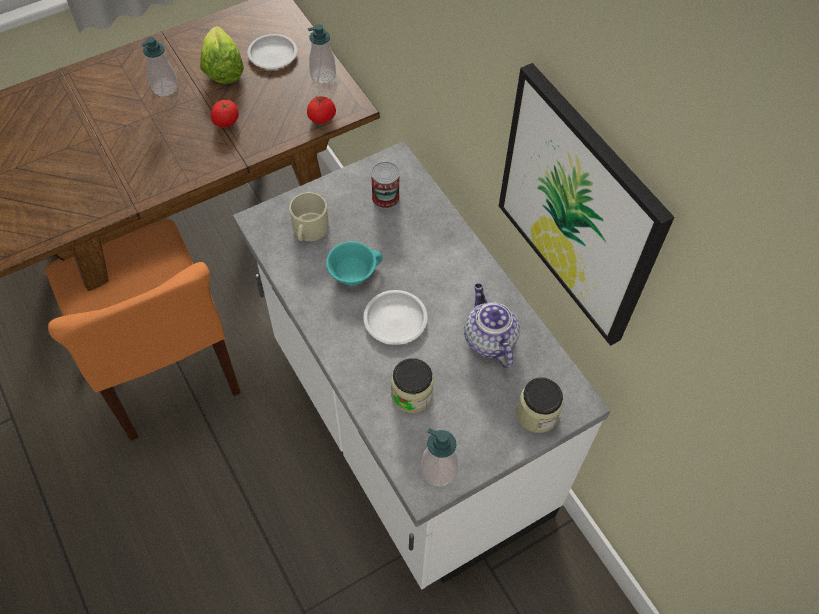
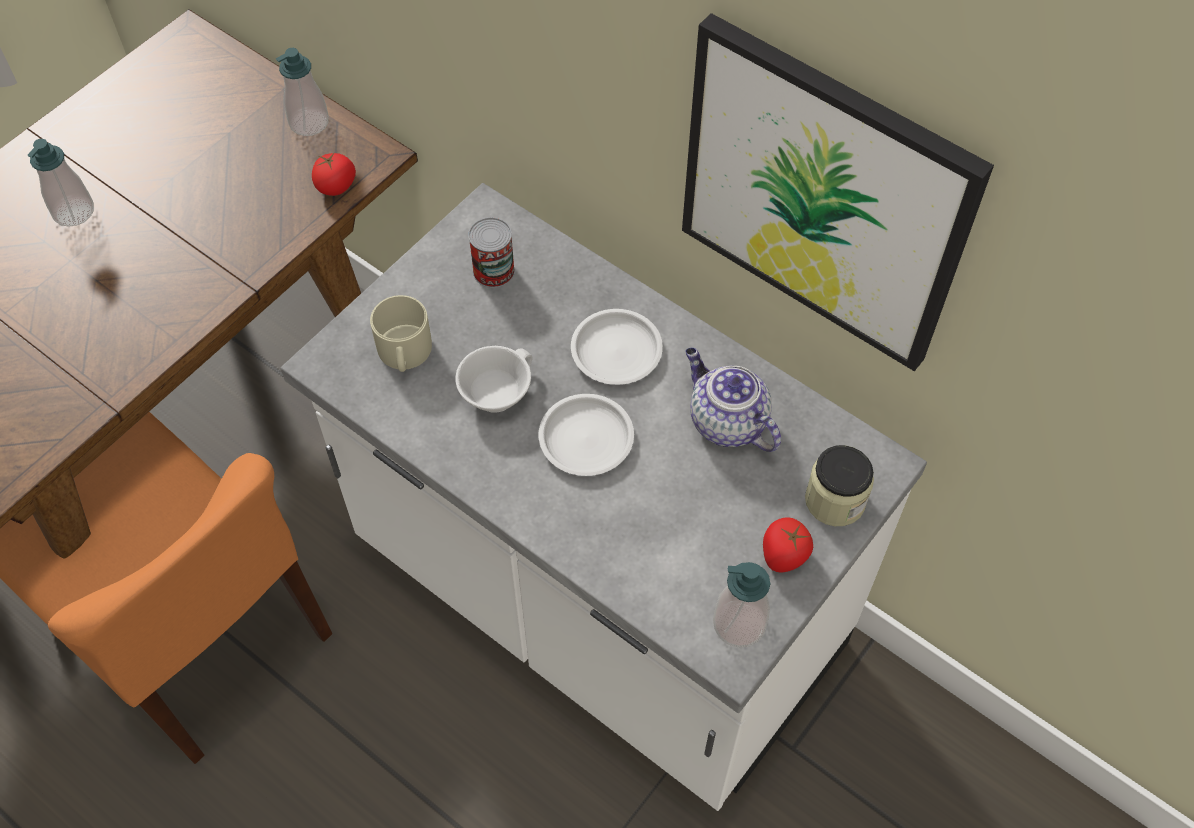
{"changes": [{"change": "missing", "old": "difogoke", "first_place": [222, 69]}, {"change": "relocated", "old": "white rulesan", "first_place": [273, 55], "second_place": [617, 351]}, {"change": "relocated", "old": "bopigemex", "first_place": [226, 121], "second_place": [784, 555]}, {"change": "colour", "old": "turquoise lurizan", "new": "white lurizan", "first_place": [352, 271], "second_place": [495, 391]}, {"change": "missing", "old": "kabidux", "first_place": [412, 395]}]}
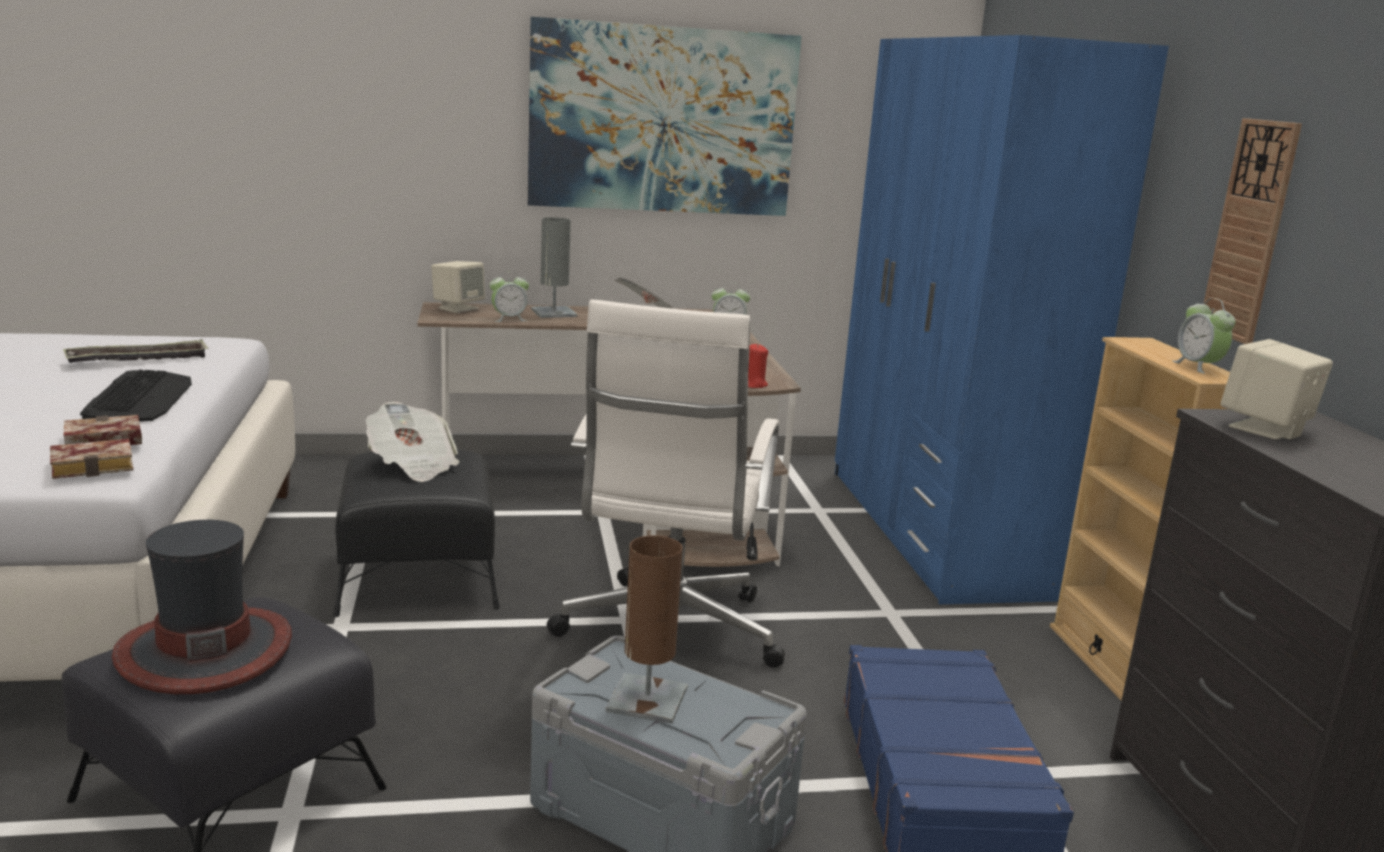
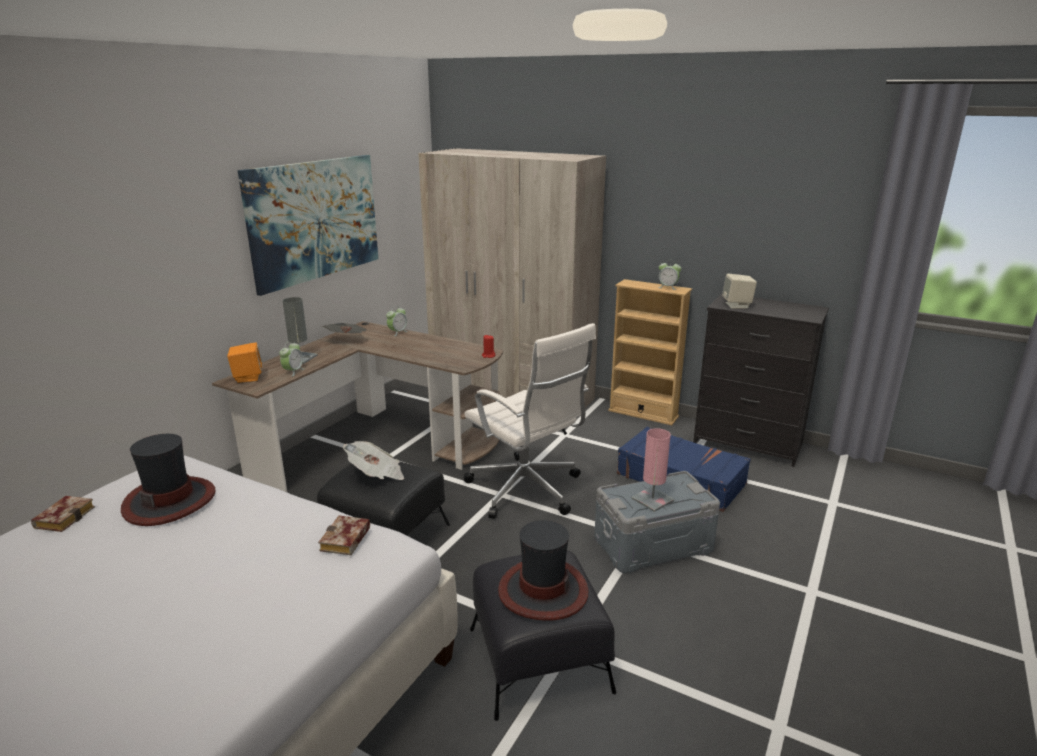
{"changes": [{"change": "colour", "old": "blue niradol", "new": "beige niradol", "first_place": [934, 530], "second_place": [511, 394]}, {"change": "missing", "old": "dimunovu", "first_place": [1250, 231]}, {"change": "colour", "old": "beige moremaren", "new": "orange moremaren", "first_place": [458, 308], "second_place": [248, 377]}, {"change": "exchanged", "old": "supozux", "new": "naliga", "first_place": [138, 359], "second_place": [170, 501]}, {"change": "missing", "old": "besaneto", "first_place": [140, 398]}, {"change": "relocated", "old": "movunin", "first_place": [96, 465], "second_place": [65, 516]}, {"change": "colour", "old": "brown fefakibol", "new": "pink fefakibol", "first_place": [647, 699], "second_place": [652, 500]}]}
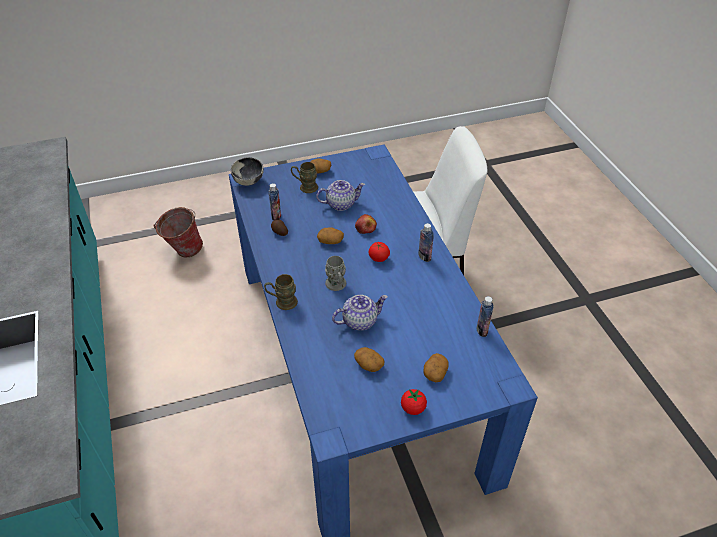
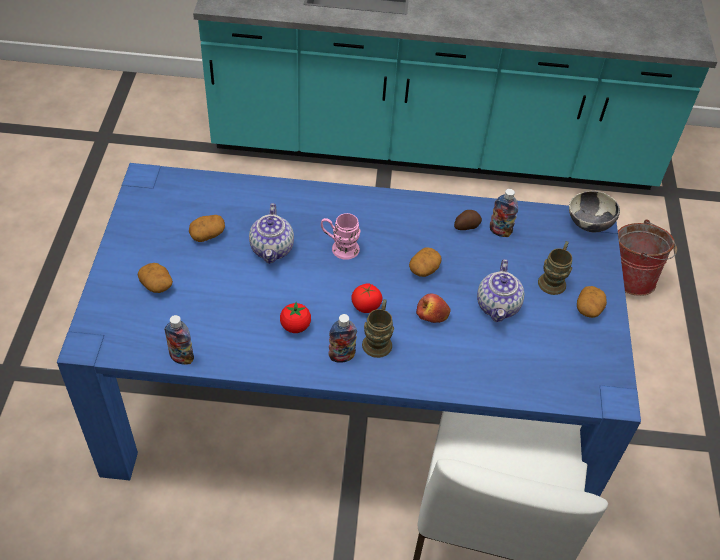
{"changes": [{"change": "colour", "old": "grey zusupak", "new": "pink zusupak", "first_place": [336, 286], "second_place": [340, 248]}, {"change": "relocated", "old": "brown zusupak", "first_place": [282, 302], "second_place": [378, 340]}, {"change": "relocated", "old": "bopigemex", "first_place": [413, 408], "second_place": [295, 326]}]}
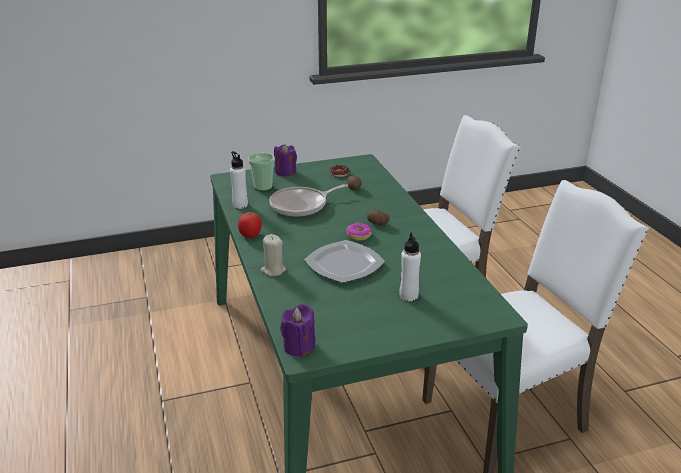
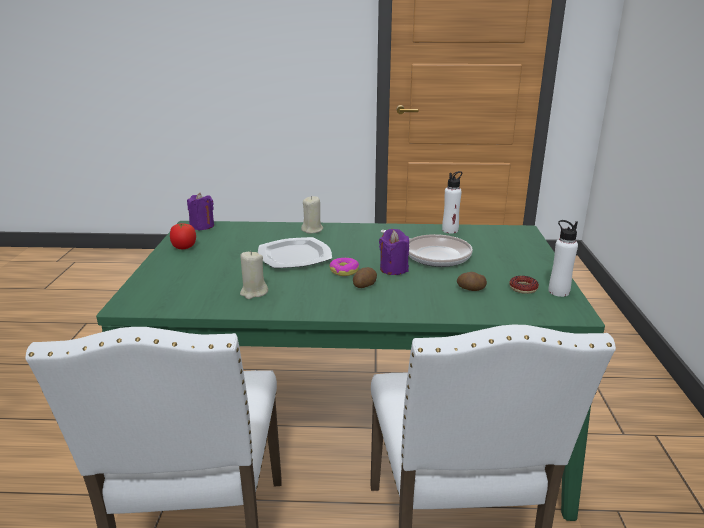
{"changes": [{"change": "relocated", "old": "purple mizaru", "first_place": [285, 172], "second_place": [393, 269]}, {"change": "missing", "old": "lurizan", "first_place": [263, 187]}, {"change": "spun", "old": "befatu", "first_place": [301, 206], "second_place": [433, 255], "degrees": 135}, {"change": "relocated", "old": "bopigemex", "first_place": [250, 235], "second_place": [184, 247]}, {"change": "relocated", "old": "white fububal", "first_place": [408, 296], "second_place": [558, 292]}, {"change": "appeared", "new": "beige mizaru", "second_place": [253, 292]}]}
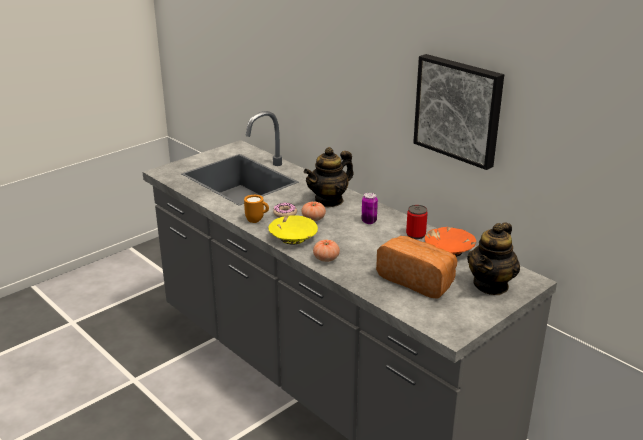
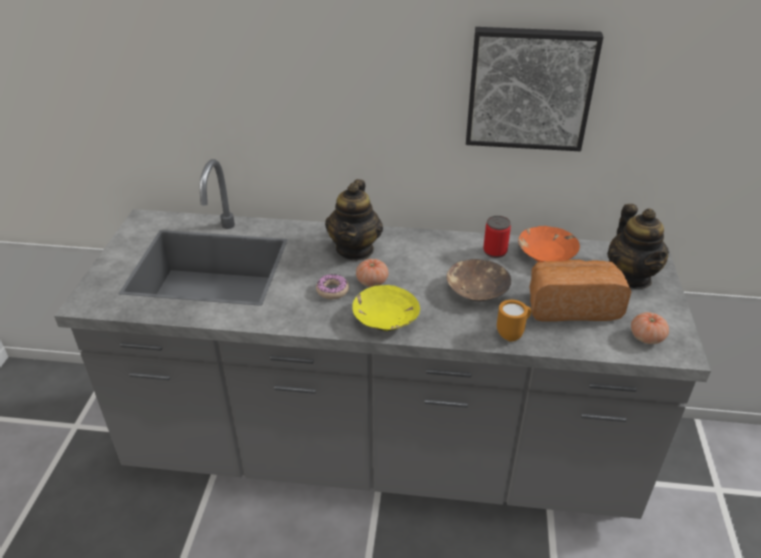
{"changes": [{"change": "missing", "old": "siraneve", "first_place": [369, 221]}, {"change": "relocated", "old": "orange zusupak", "first_place": [257, 220], "second_place": [512, 334]}, {"change": "relocated", "old": "bopigemex", "first_place": [326, 258], "second_place": [646, 337]}, {"change": "appeared", "new": "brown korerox", "second_place": [477, 290]}]}
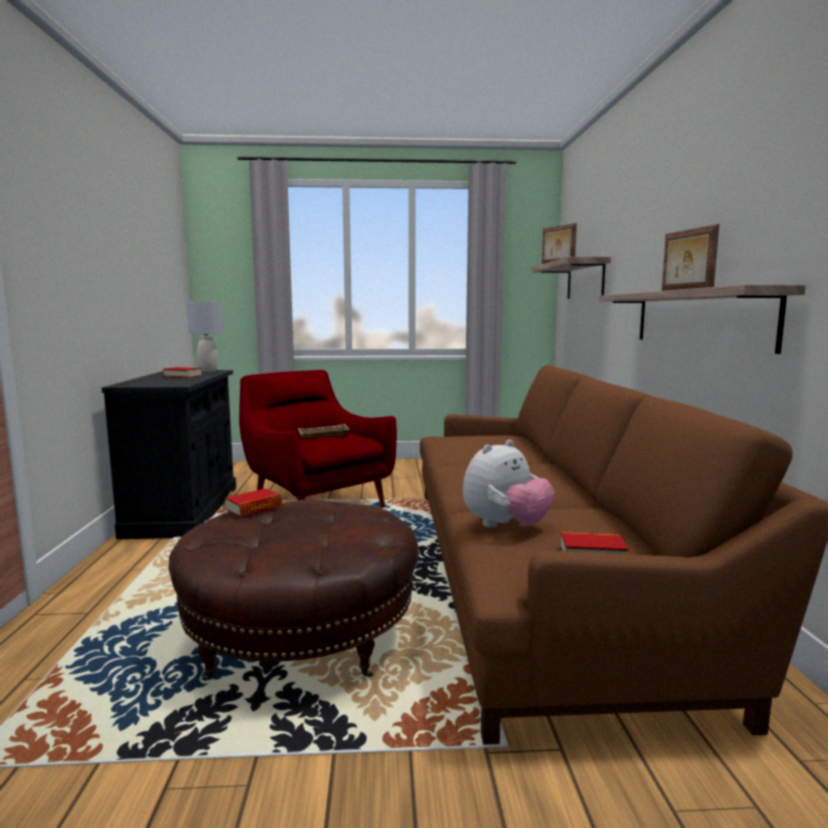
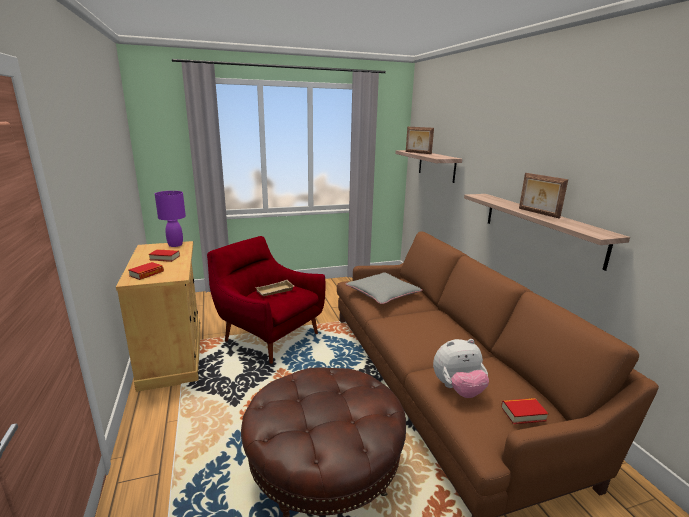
{"changes": [{"change": "colour", "old": "grey fefakibol", "new": "purple fefakibol", "first_place": [208, 371], "second_place": [175, 245]}, {"change": "colour", "old": "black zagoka", "new": "beige zagoka", "first_place": [184, 510], "second_place": [173, 353]}, {"change": "spun", "old": "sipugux", "first_place": [505, 526], "second_place": [458, 389], "degrees": 45}, {"change": "relocated", "old": "movunin", "first_place": [254, 508], "second_place": [146, 274]}, {"change": "appeared", "new": "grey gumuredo", "second_place": [383, 293]}]}
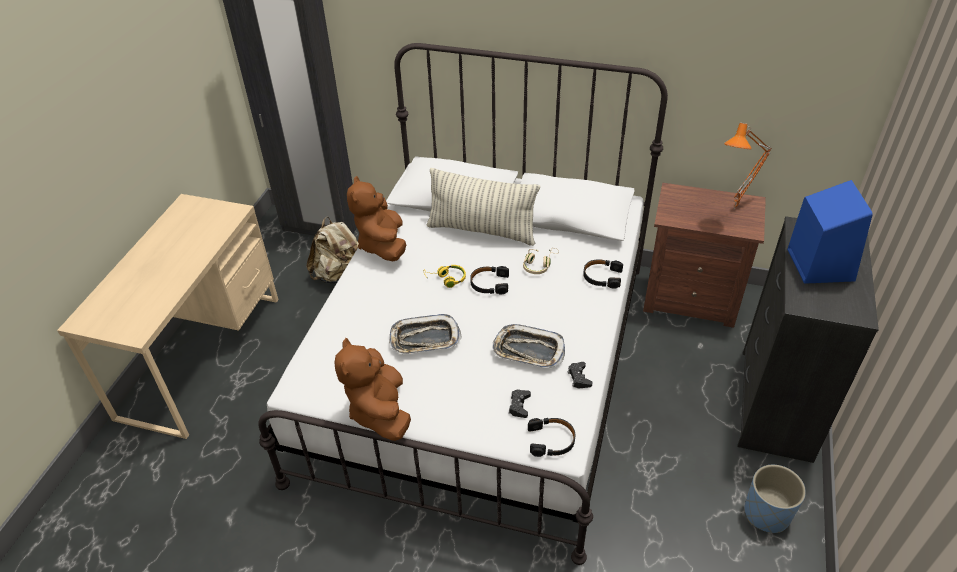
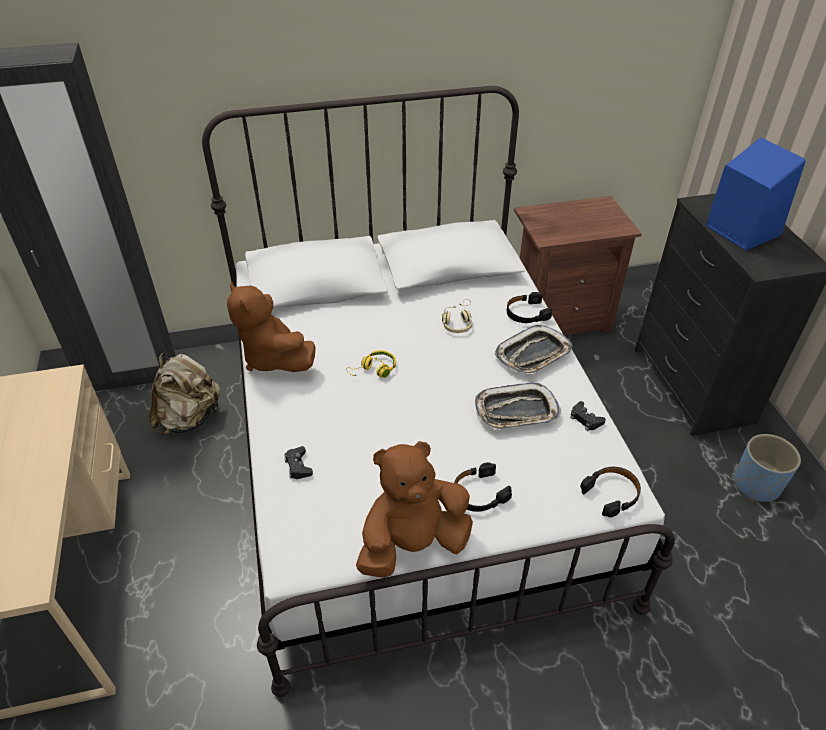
{"changes": [{"change": "missing", "old": "orange fefakibol", "first_place": [736, 209]}, {"change": "missing", "old": "gumuredo", "first_place": [482, 230]}, {"change": "relocated", "old": "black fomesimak", "first_place": [489, 284], "second_place": [479, 493]}, {"change": "relocated", "old": "supozux", "first_place": [424, 339], "second_place": [533, 355]}, {"change": "spun", "old": "brown sipugux", "first_place": [379, 411], "second_place": [413, 544], "degrees": 105}, {"change": "relocated", "old": "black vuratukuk", "first_place": [519, 406], "second_place": [298, 466]}]}
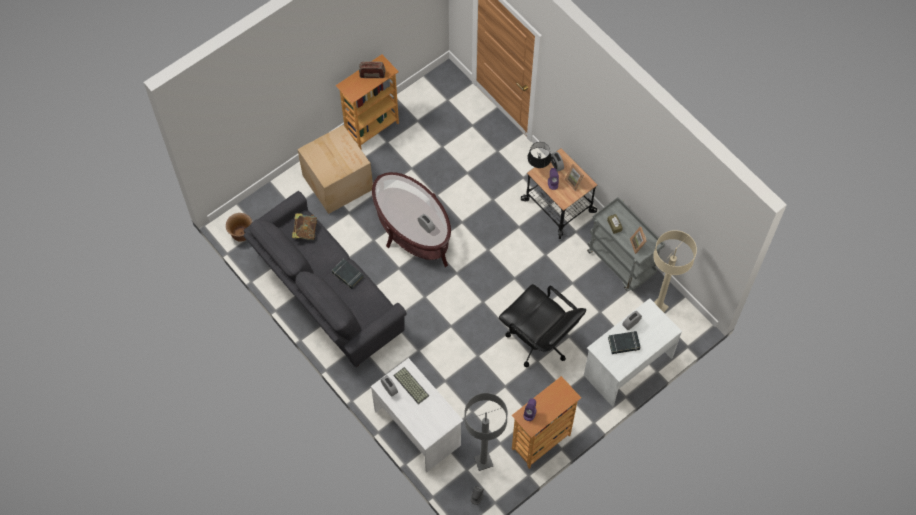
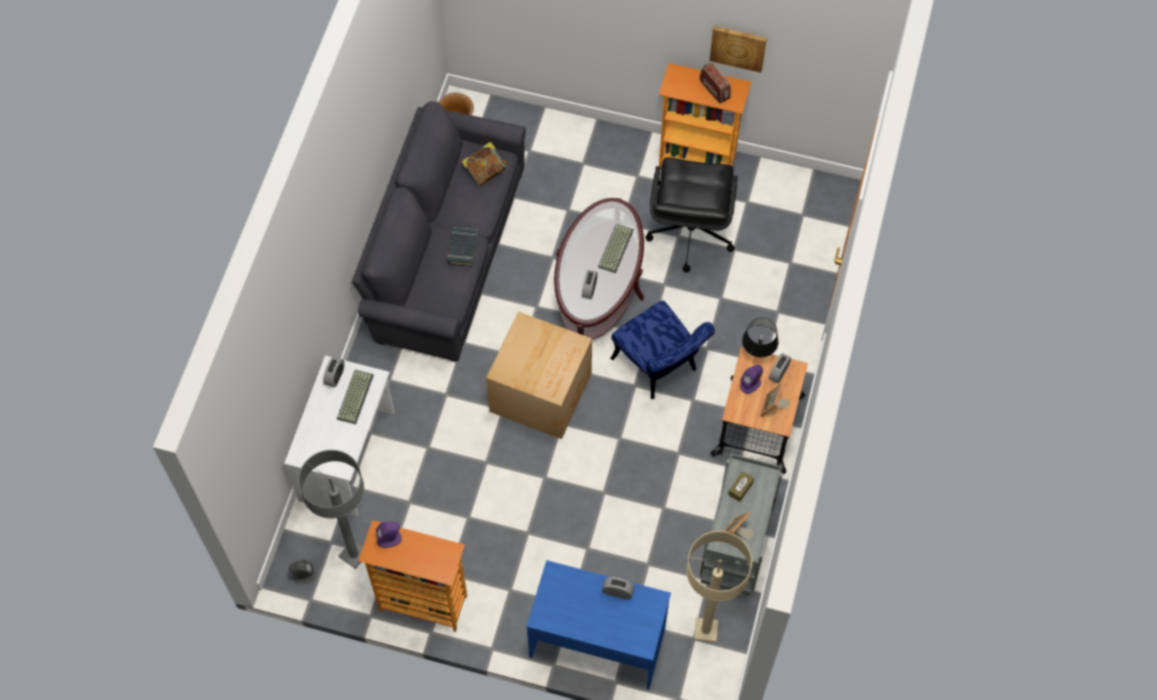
{"changes": [{"change": "relocated", "old": "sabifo", "first_place": [338, 181], "second_place": [542, 392]}, {"change": "relocated", "old": "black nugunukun", "first_place": [539, 340], "second_place": [689, 234]}, {"change": "colour", "old": "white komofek", "new": "blue komofek", "first_place": [627, 366], "second_place": [597, 641]}, {"change": "missing", "old": "black movunin", "first_place": [624, 344]}, {"change": "appeared", "new": "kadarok", "second_place": [738, 47]}, {"change": "appeared", "new": "besaneto", "second_place": [615, 247]}, {"change": "appeared", "new": "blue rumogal", "second_place": [659, 368]}]}
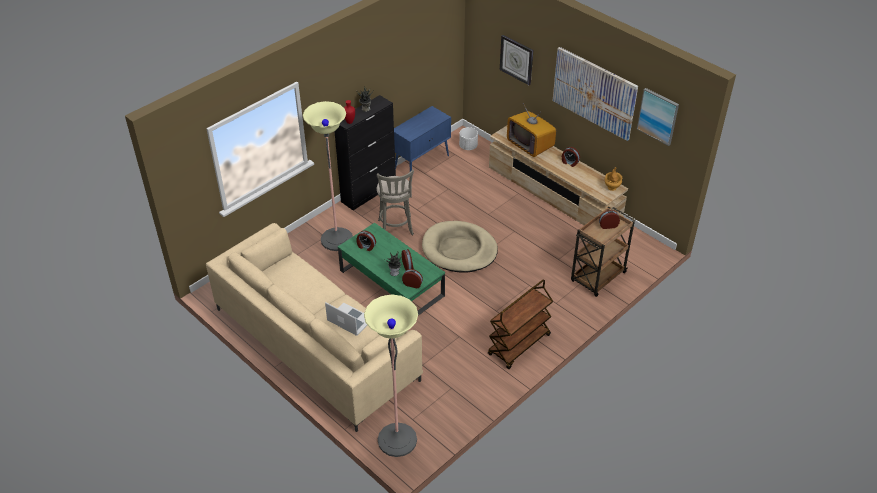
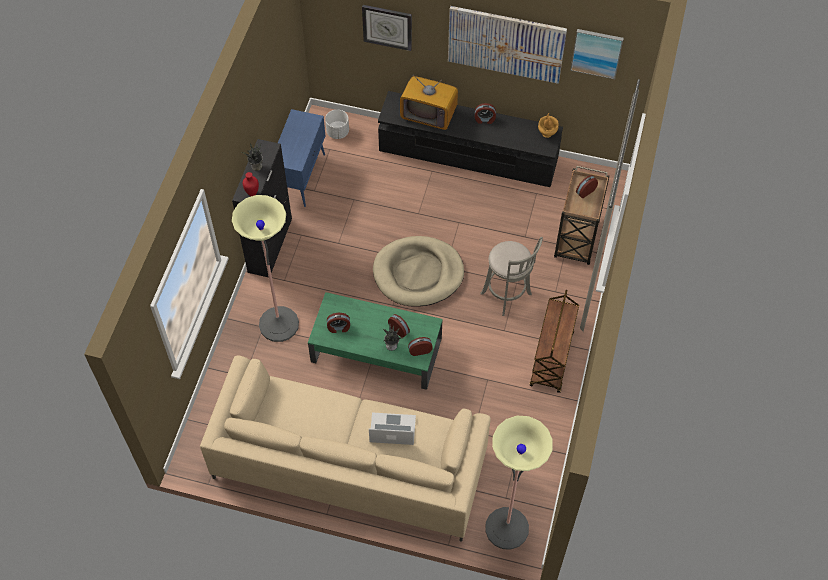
{"changes": [{"change": "colour", "old": "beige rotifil", "new": "black rotifil", "first_place": [553, 193], "second_place": [468, 154]}, {"change": "relocated", "old": "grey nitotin", "first_place": [396, 229], "second_place": [508, 296]}]}
